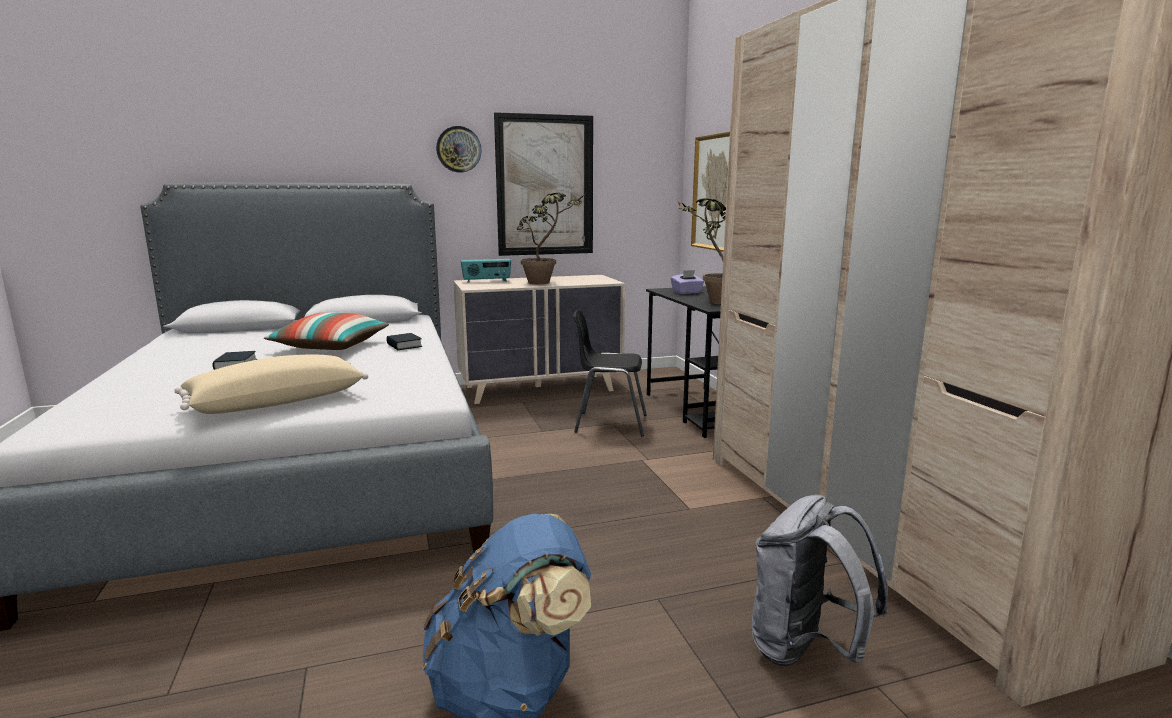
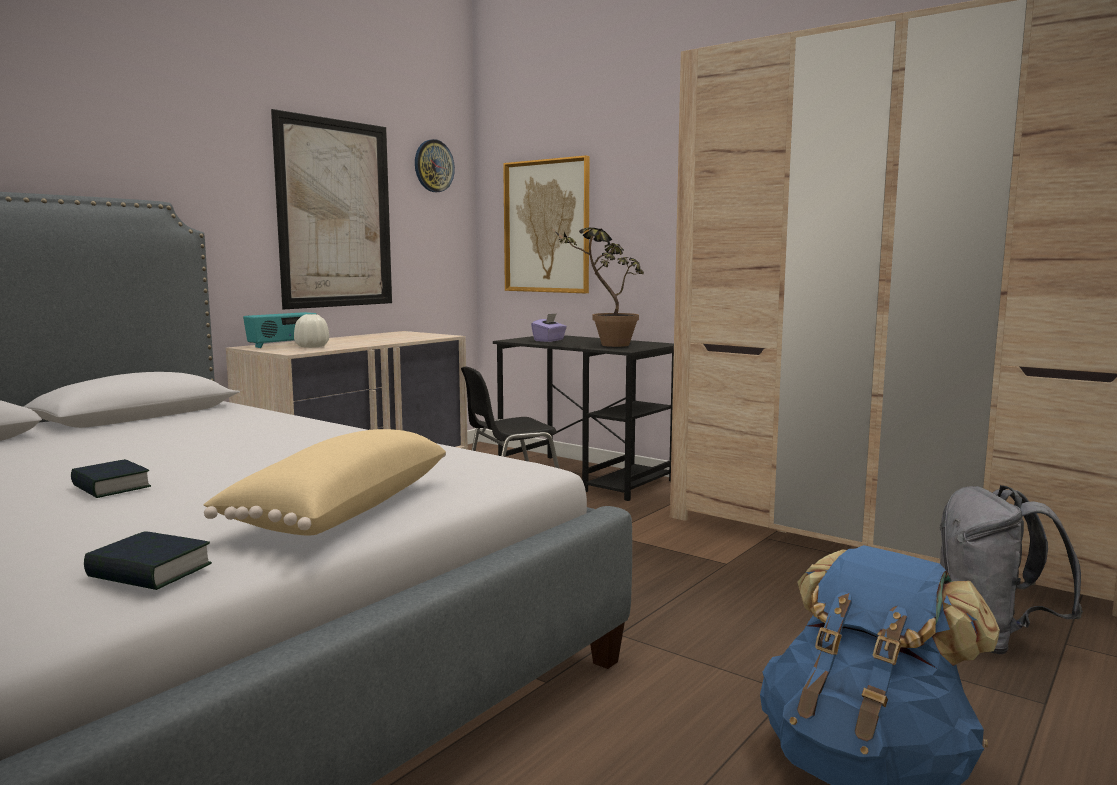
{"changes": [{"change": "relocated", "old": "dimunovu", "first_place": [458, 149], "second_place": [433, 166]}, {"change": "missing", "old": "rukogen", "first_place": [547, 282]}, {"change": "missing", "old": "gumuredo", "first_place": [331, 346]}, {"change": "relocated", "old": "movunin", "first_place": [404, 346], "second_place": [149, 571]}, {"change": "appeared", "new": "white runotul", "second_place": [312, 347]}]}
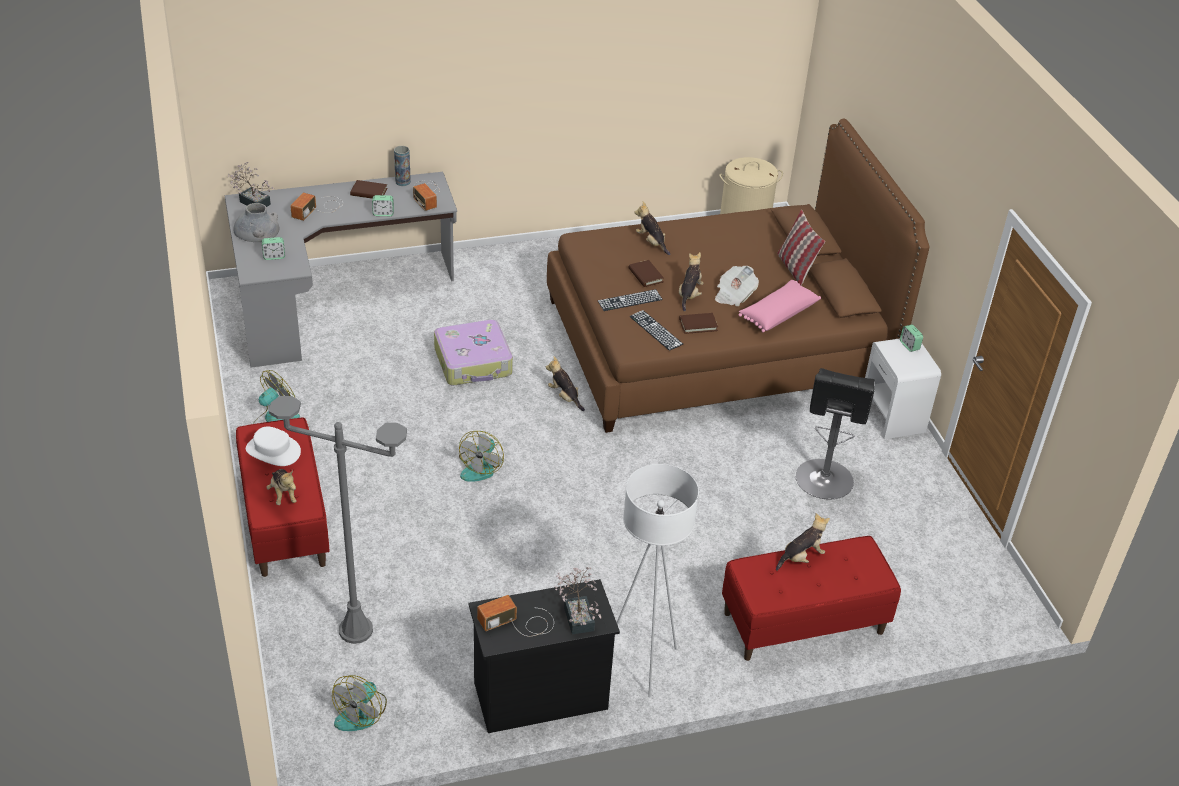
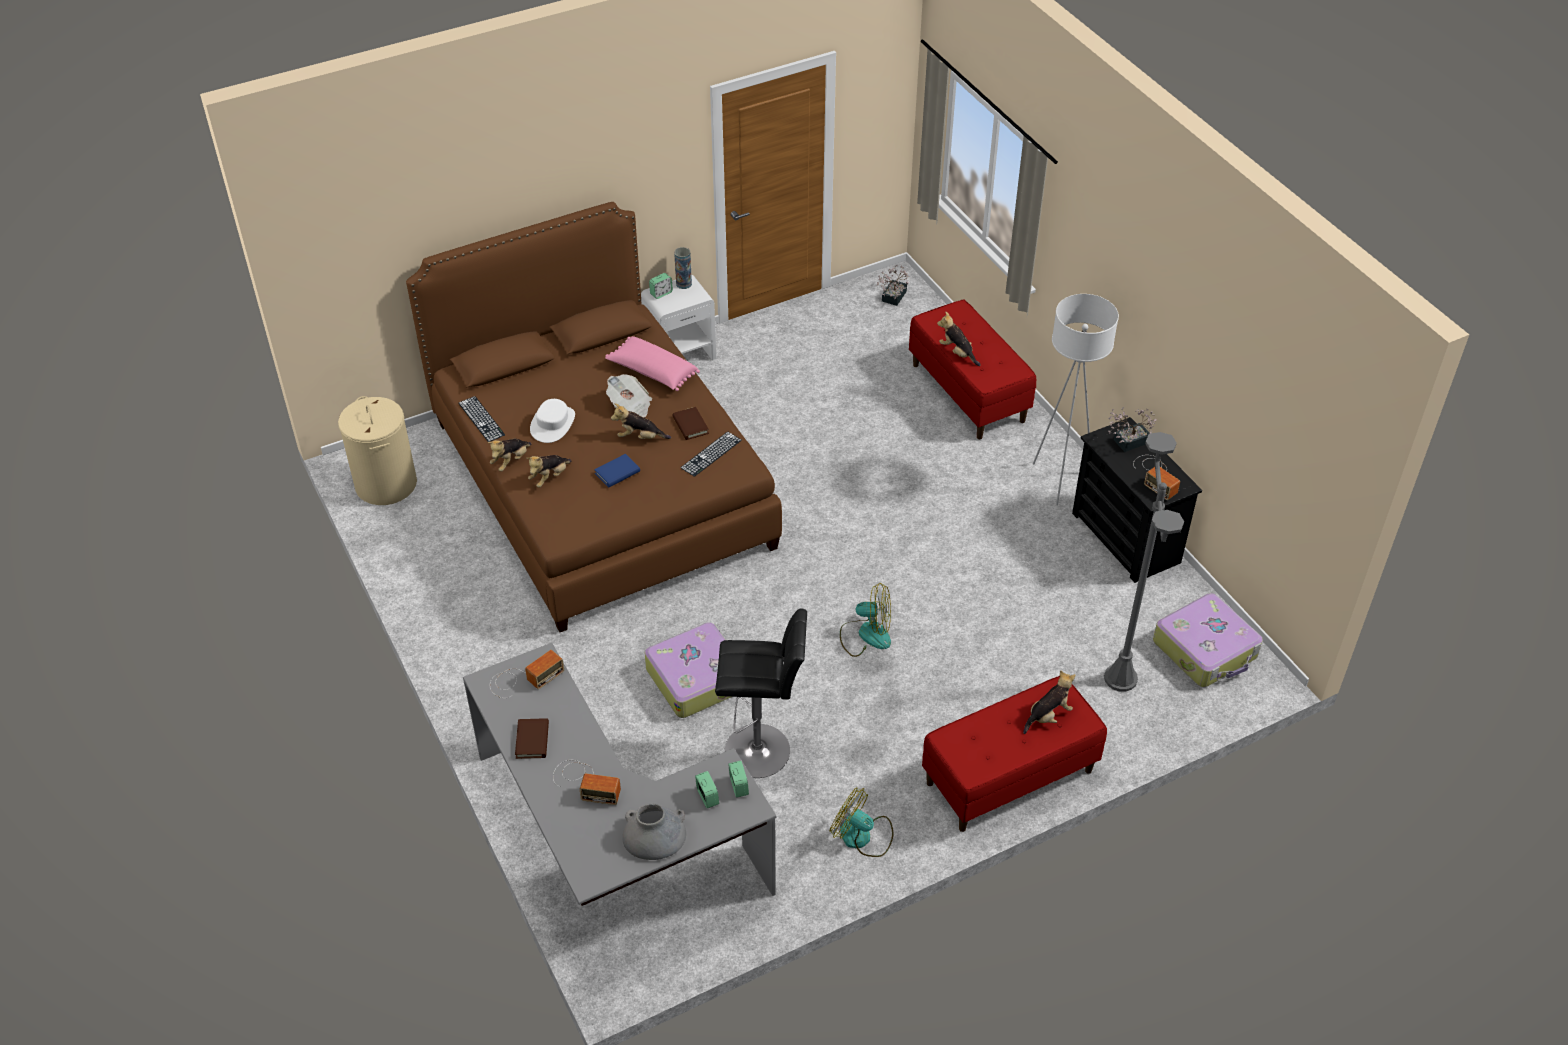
{"changes": [{"change": "relocated", "old": "runotul", "first_place": [403, 182], "second_place": [684, 284]}, {"change": "relocated", "old": "rukogen", "first_place": [253, 201], "second_place": [892, 298]}, {"change": "relocated", "old": "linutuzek", "first_place": [383, 213], "second_place": [738, 786]}, {"change": "missing", "old": "gumuredo", "first_place": [795, 268]}, {"change": "colour", "old": "brown movunin", "new": "blue movunin", "first_place": [645, 275], "second_place": [617, 473]}, {"change": "relocated", "old": "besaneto", "first_place": [630, 300], "second_place": [481, 419]}, {"change": "relocated", "old": "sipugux", "first_place": [564, 397], "second_place": [511, 461]}, {"change": "relocated", "old": "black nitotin", "first_place": [823, 482], "second_place": [762, 750]}, {"change": "relocated", "old": "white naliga", "first_place": [273, 451], "second_place": [553, 424]}, {"change": "exchanged", "old": "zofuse", "new": "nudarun", "first_place": [361, 712], "second_place": [1206, 649]}]}
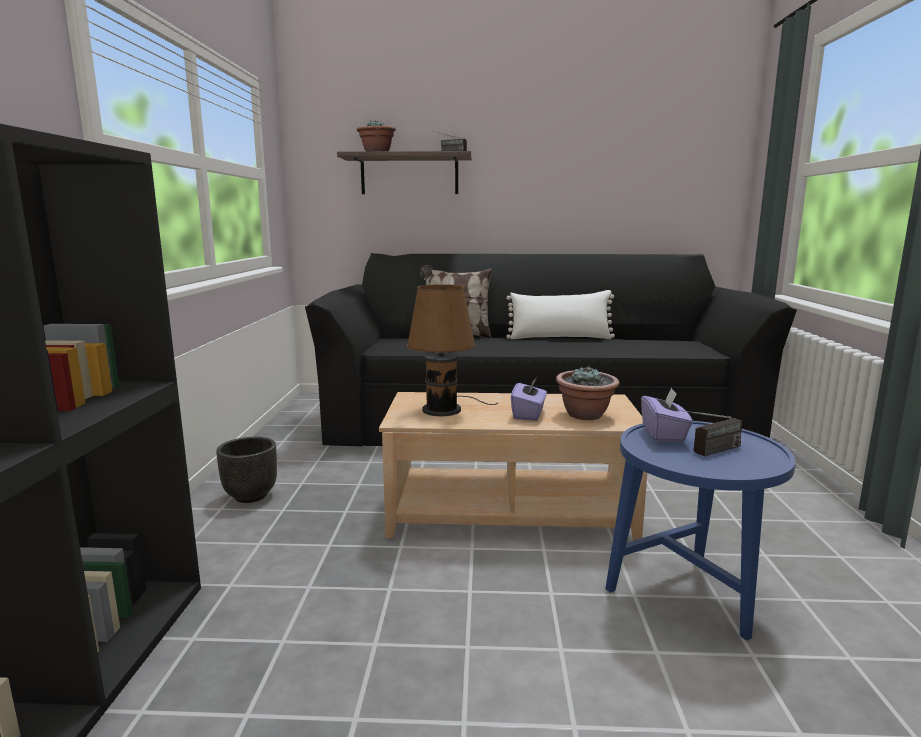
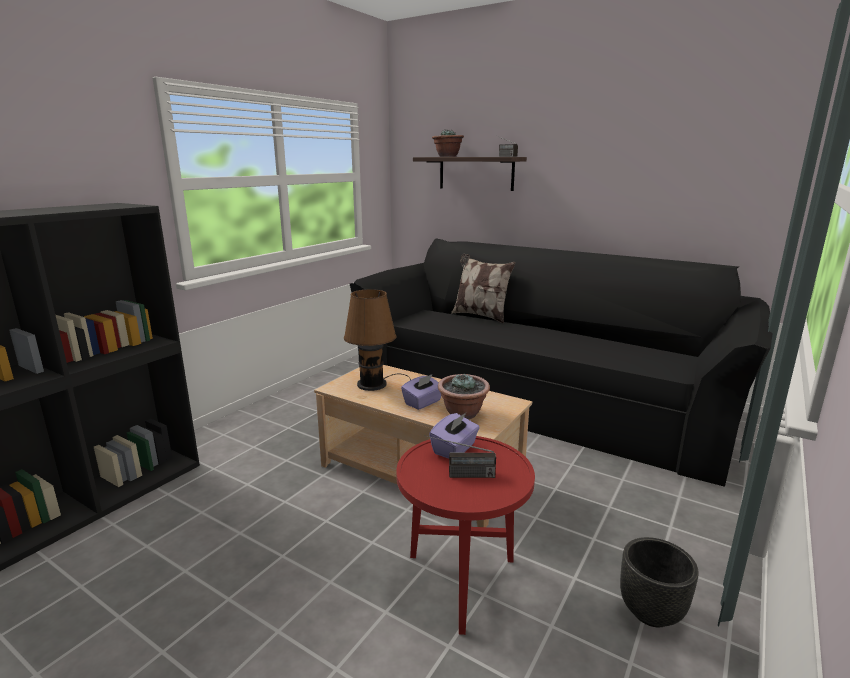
{"changes": [{"change": "missing", "old": "white gumuredo", "first_place": [560, 338]}, {"change": "colour", "old": "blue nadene", "new": "red nadene", "first_place": [688, 596], "second_place": [461, 584]}, {"change": "relocated", "old": "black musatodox", "first_place": [250, 496], "second_place": [649, 612]}]}
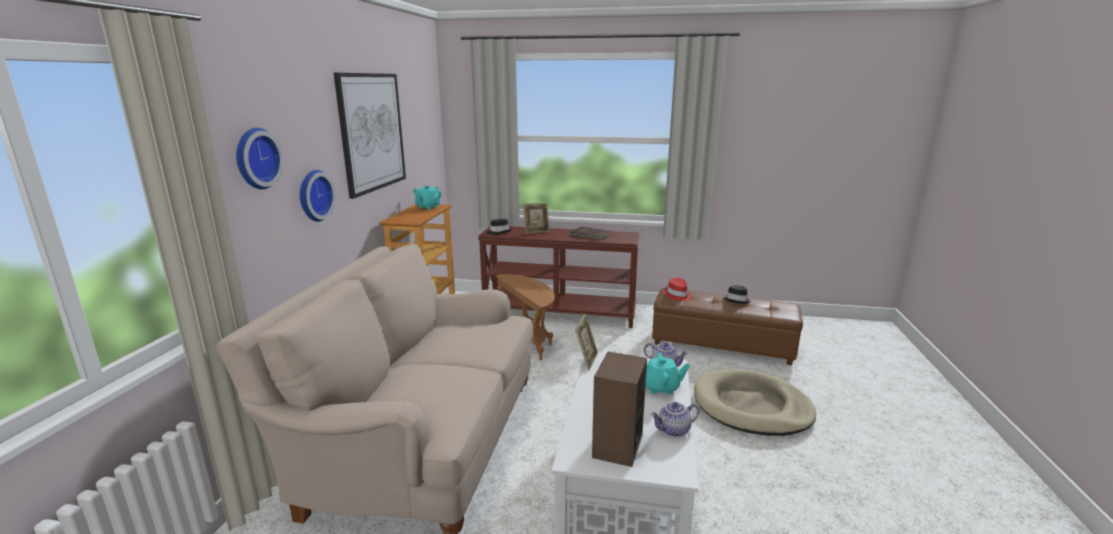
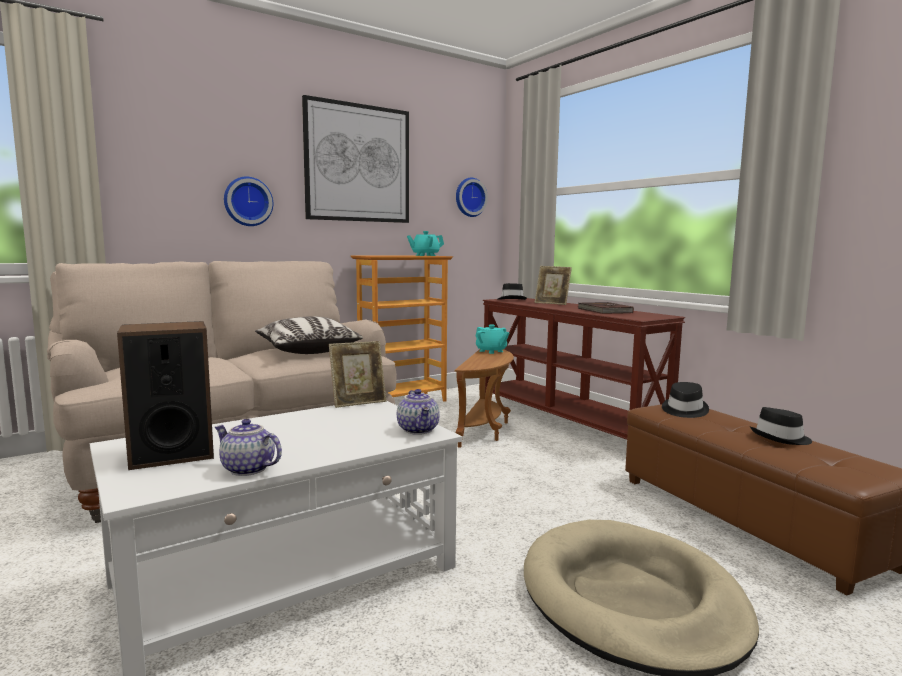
{"changes": [{"change": "relocated", "old": "dimunovu", "first_place": [255, 158], "second_place": [469, 197]}, {"change": "colour", "old": "red naliga", "new": "black naliga", "first_place": [677, 295], "second_place": [684, 410]}, {"change": "relocated", "old": "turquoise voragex", "first_place": [661, 388], "second_place": [491, 351]}, {"change": "appeared", "new": "gumuredo", "second_place": [307, 351]}]}
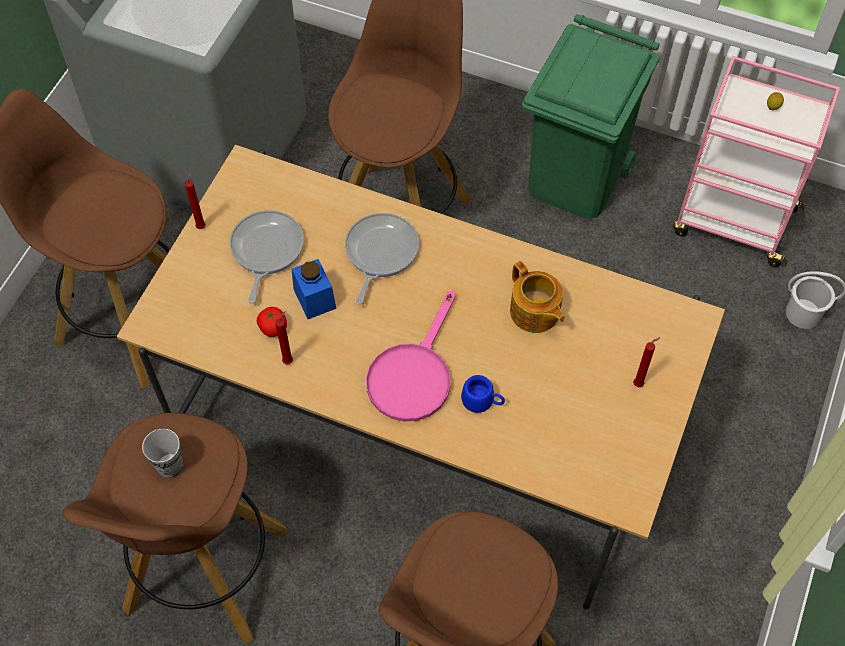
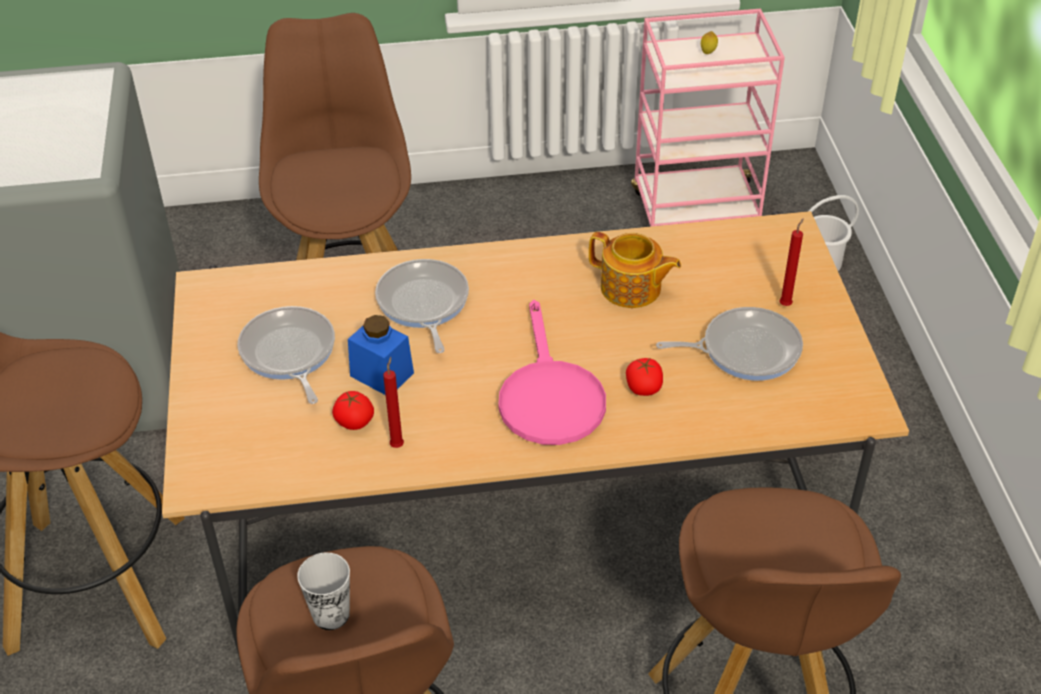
{"changes": [{"change": "missing", "old": "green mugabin", "first_place": [576, 179]}, {"change": "missing", "old": "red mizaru", "first_place": [202, 226]}, {"change": "exchanged", "old": "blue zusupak", "new": "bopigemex", "first_place": [482, 402], "second_place": [643, 388]}, {"change": "appeared", "new": "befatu", "second_place": [745, 349]}]}
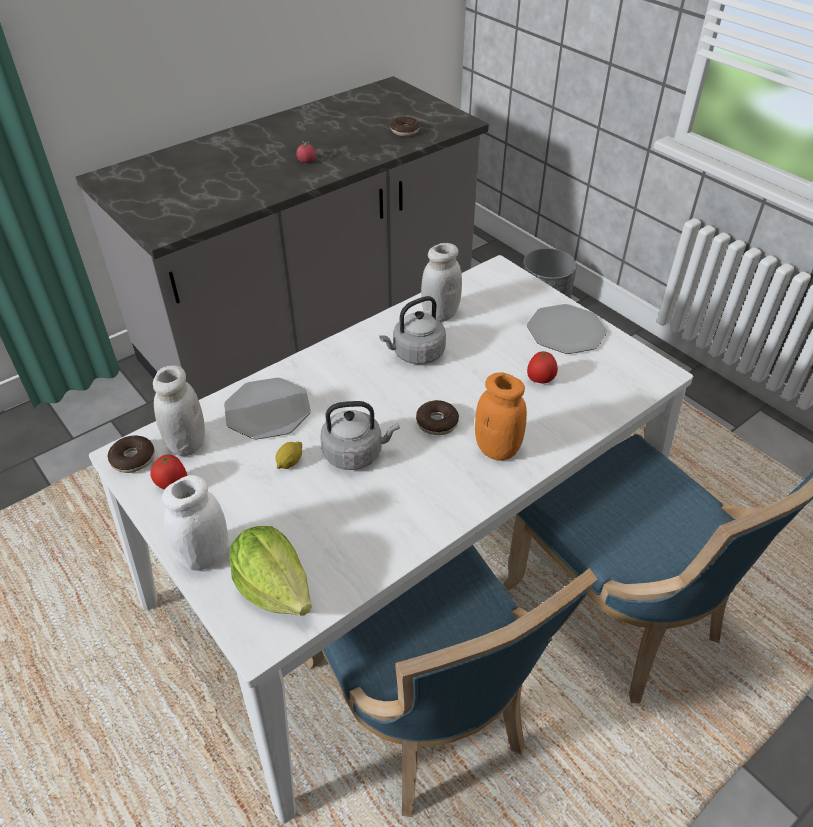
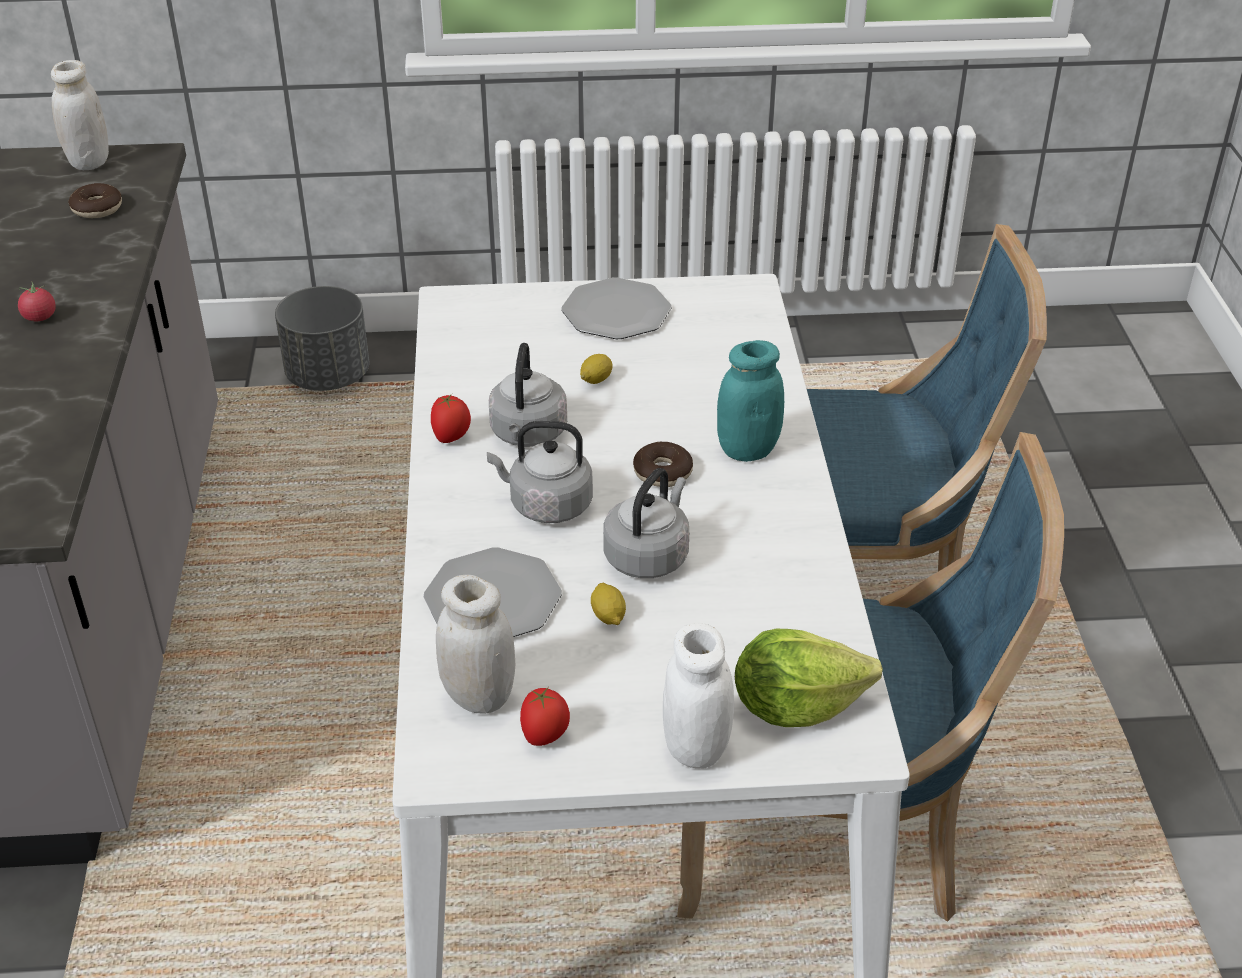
{"changes": [{"change": "relocated", "old": "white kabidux", "first_place": [440, 314], "second_place": [89, 162]}, {"change": "relocated", "old": "bopigemex", "first_place": [540, 380], "second_place": [452, 438]}, {"change": "colour", "old": "orange kabidux", "new": "turquoise kabidux", "first_place": [497, 449], "second_place": [747, 449]}, {"change": "missing", "old": "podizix", "first_place": [133, 459]}, {"change": "appeared", "new": "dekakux", "second_place": [596, 379]}, {"change": "appeared", "new": "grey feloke", "second_place": [546, 505]}]}
